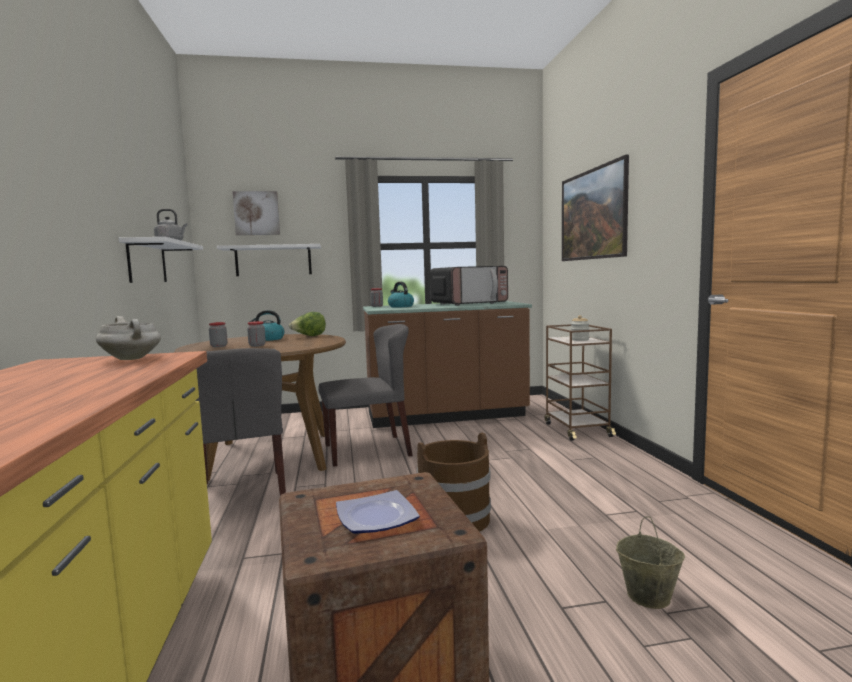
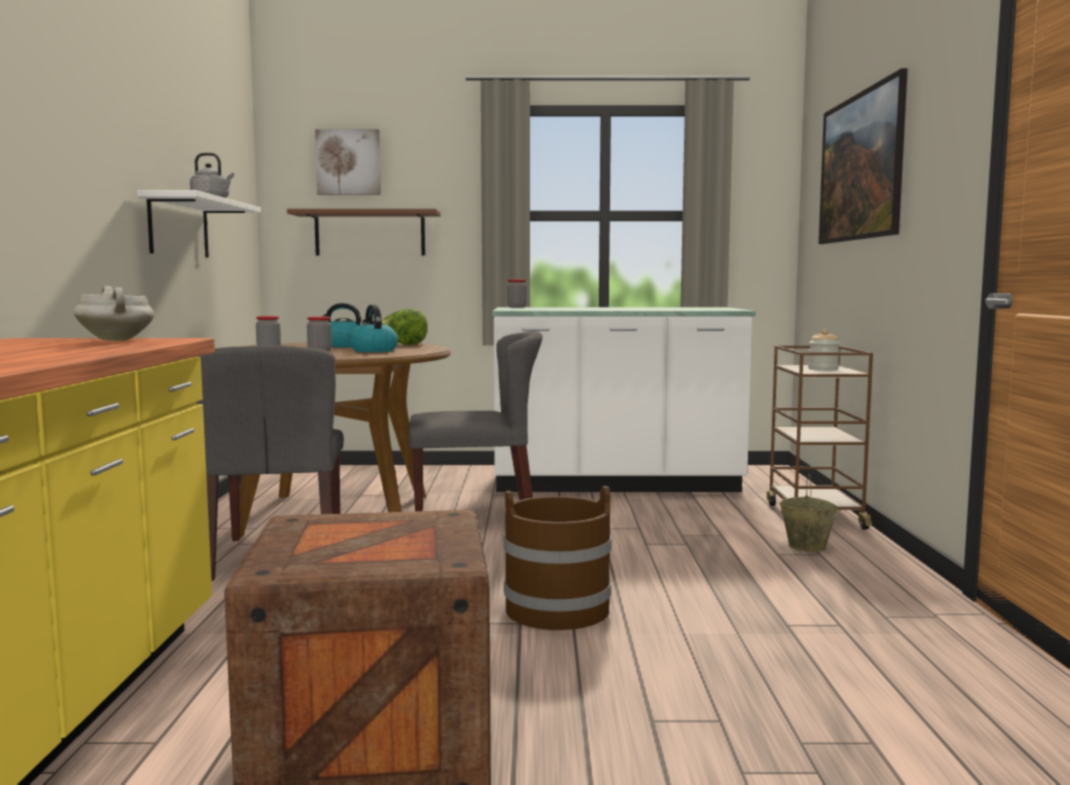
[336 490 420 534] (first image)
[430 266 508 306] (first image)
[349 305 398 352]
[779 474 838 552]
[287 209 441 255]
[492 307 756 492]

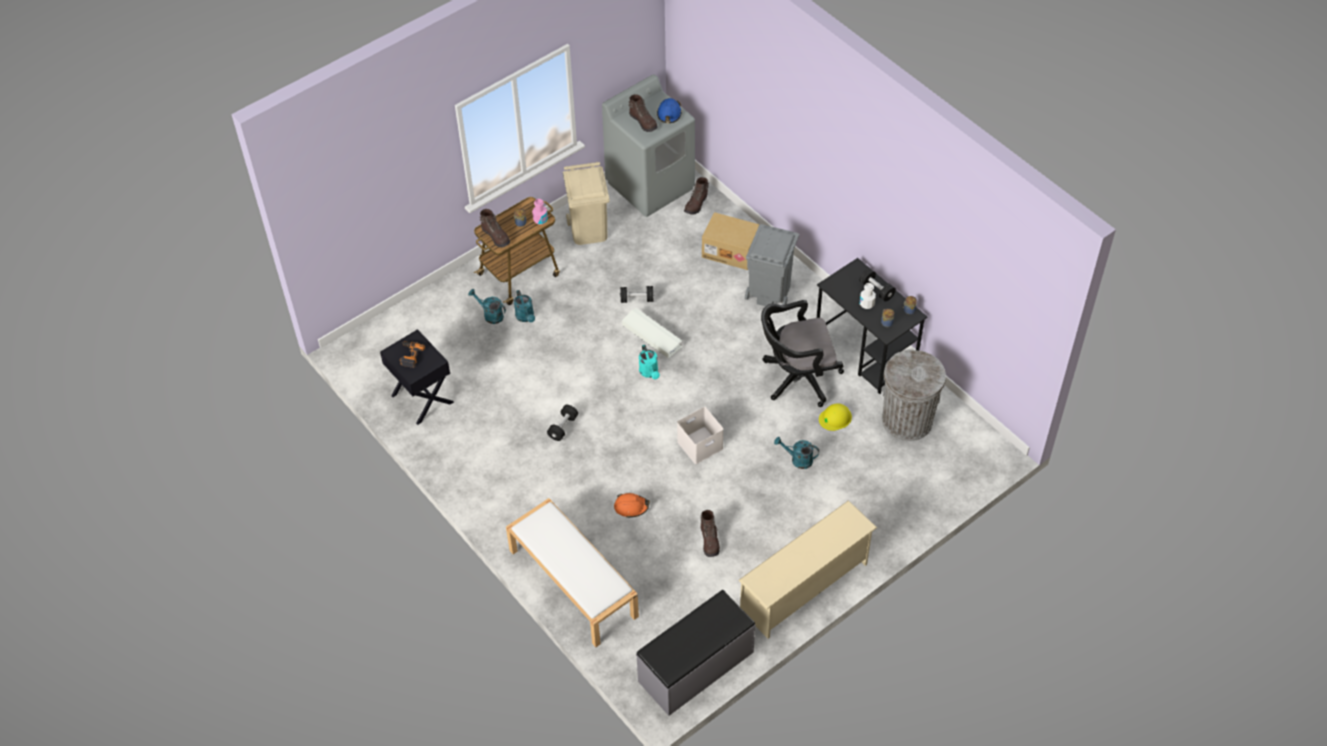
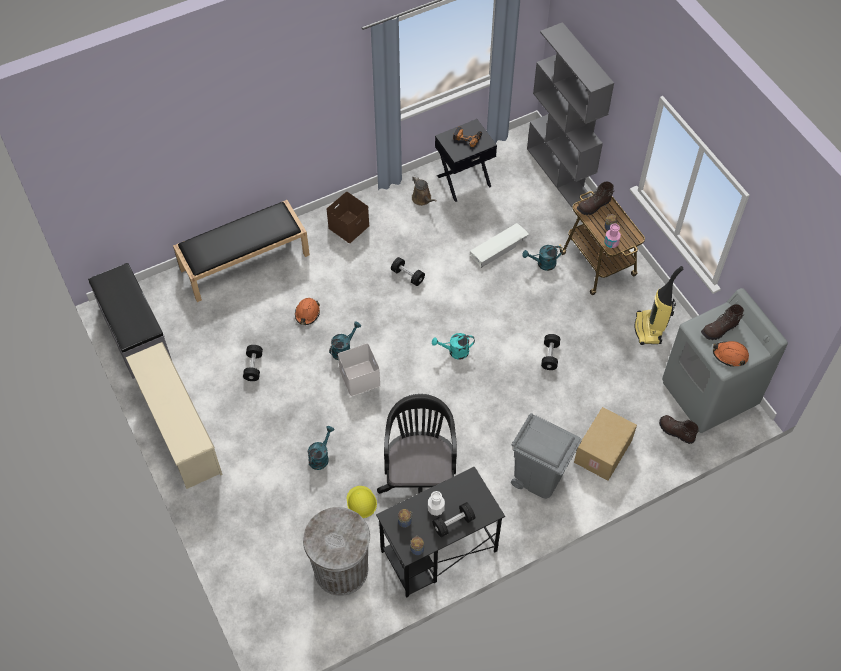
[326 192 370 243]
[412 175 436 206]
[527 22 614 207]
[329 322 361 360]
[470 223 528 268]
[635 266 683 345]
[243 345 263 381]
[173 200 310 302]
[713 341 749 367]

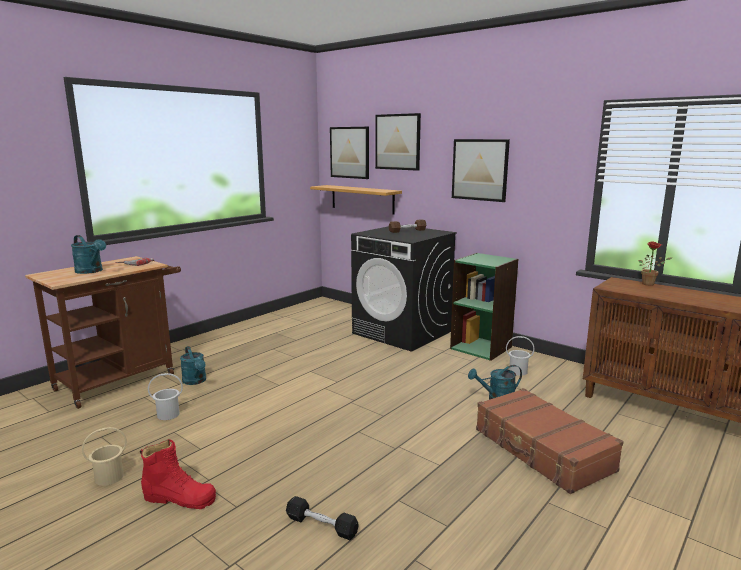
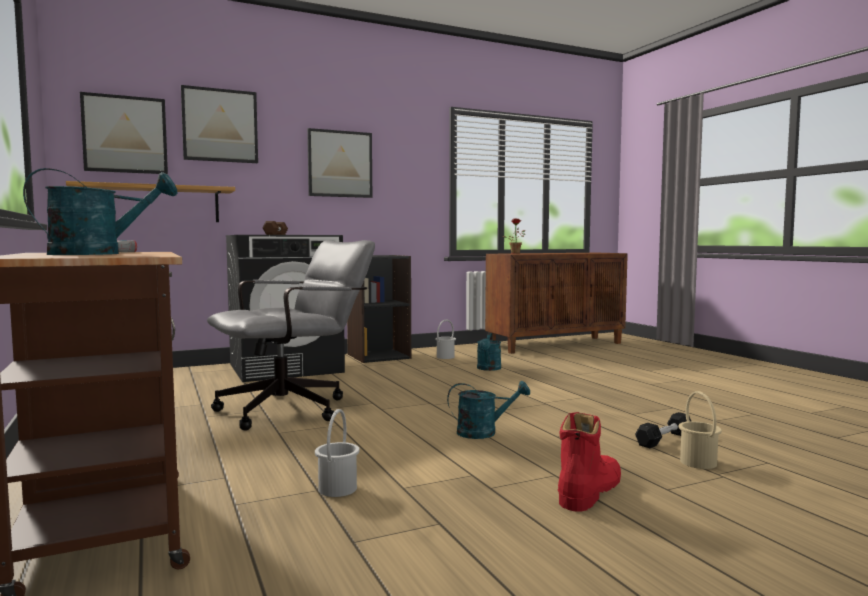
[476 388 624 494] (first image)
[207 240 375 431]
[679 391 722 469]
[447 381 530 439]
[347 255 411 363]

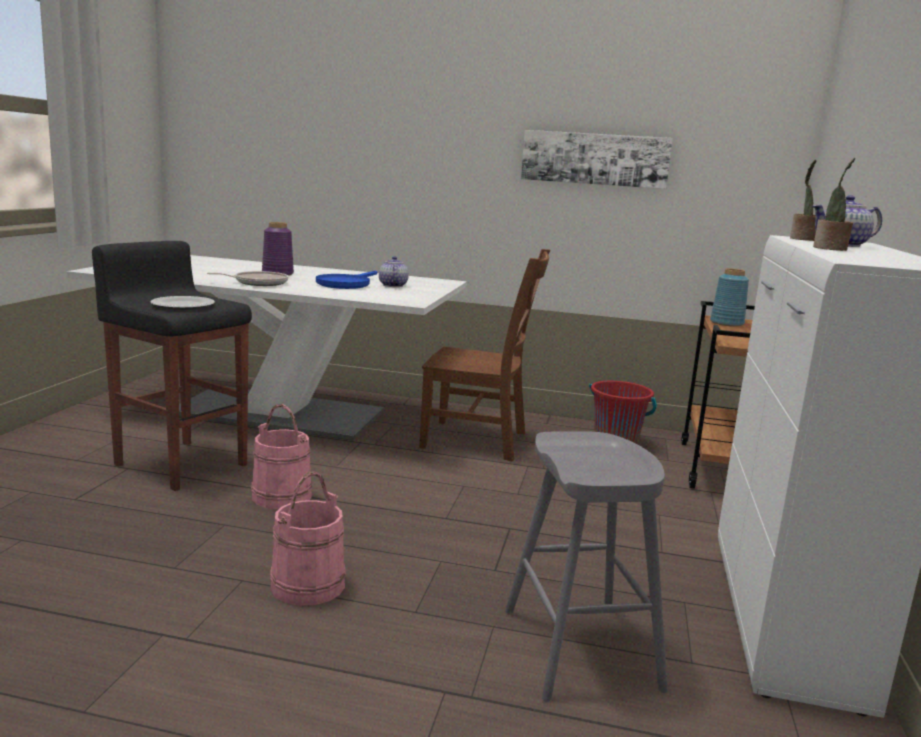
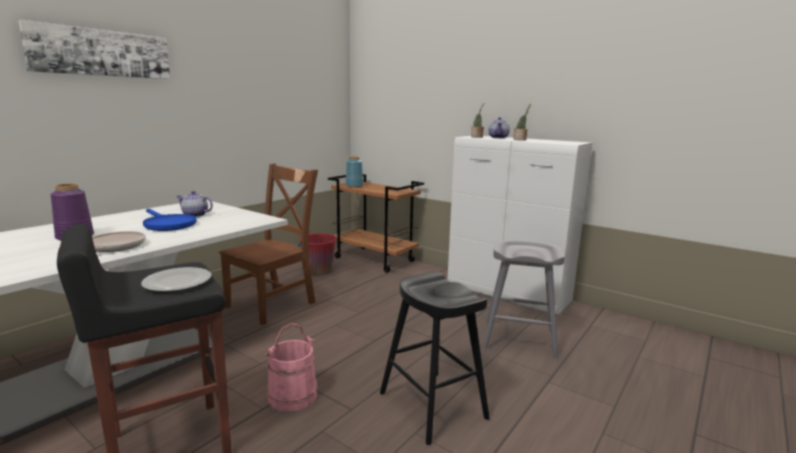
[18 20 170 79]
[380 272 490 445]

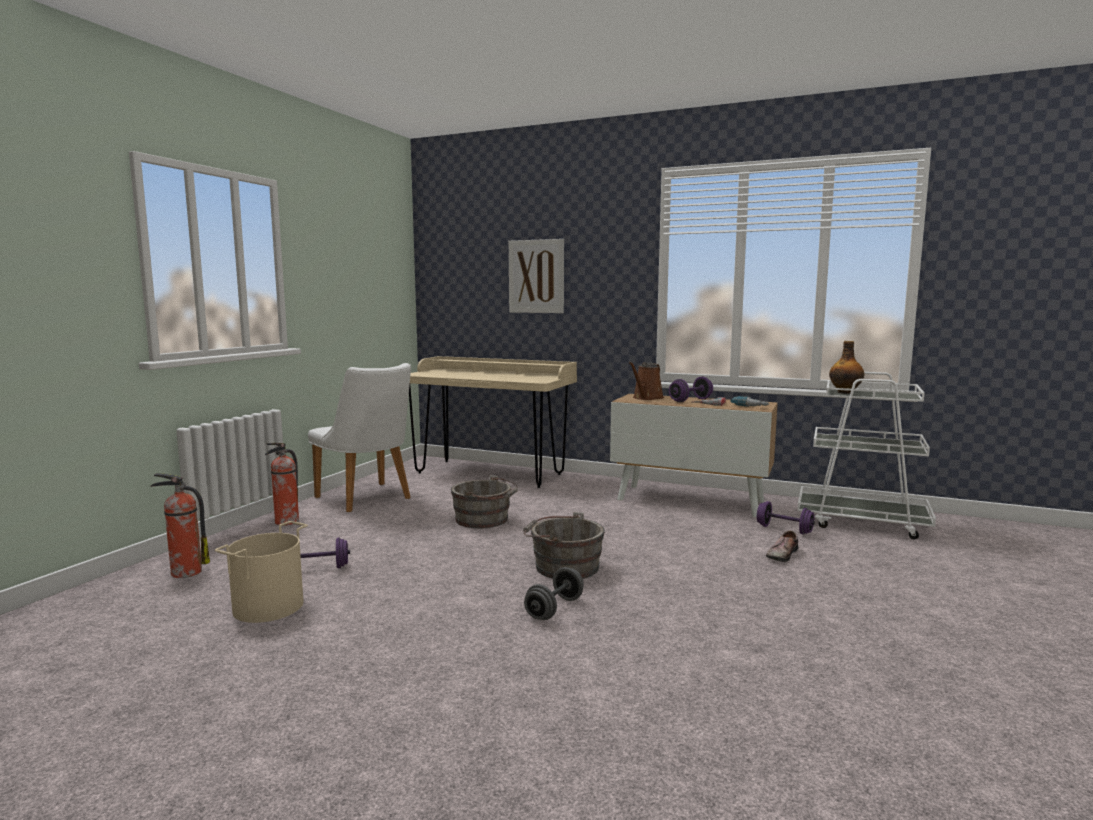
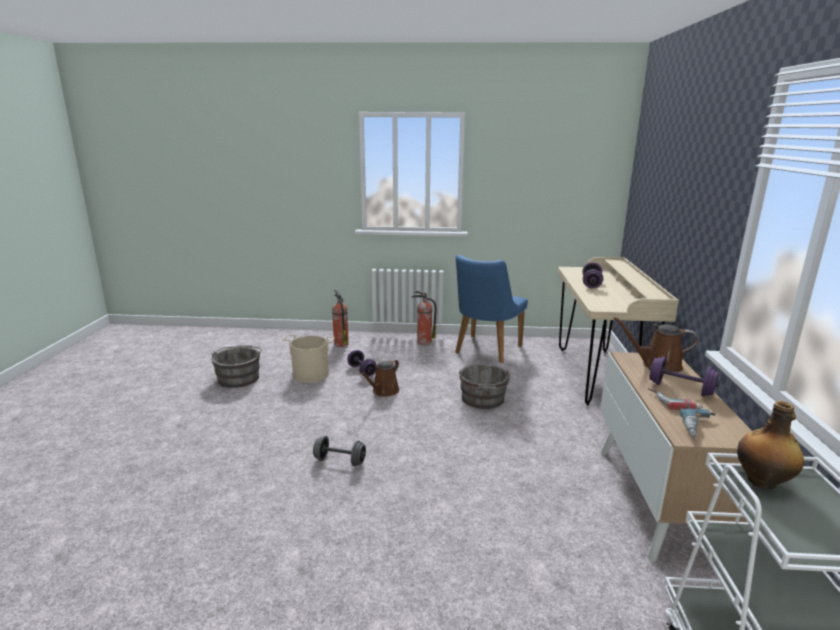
[509 239 564 313] (first image)
[766 531 799 562] (first image)
[360 359 400 397]
[212 345 262 388]
[582 262 603 289]
[455 255 528 363]

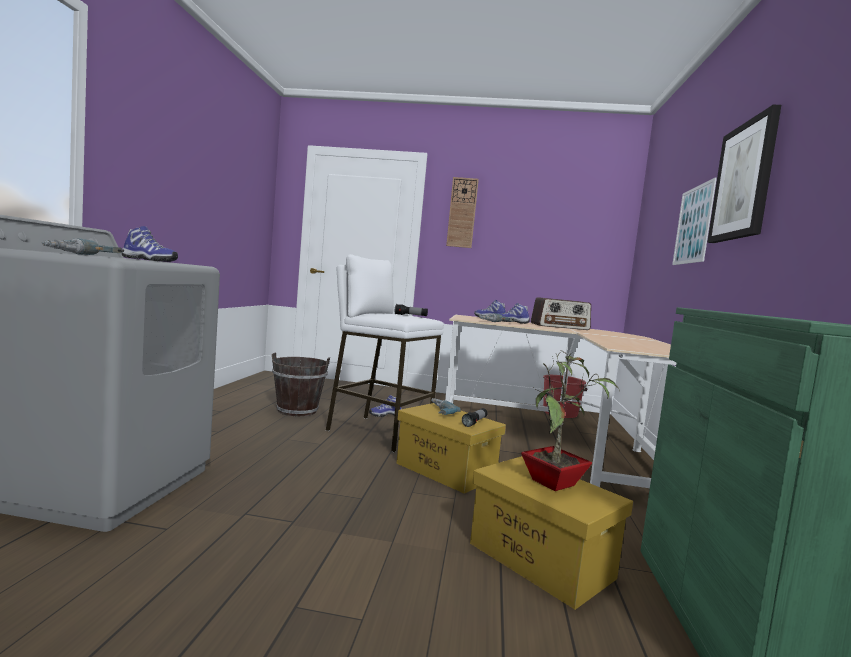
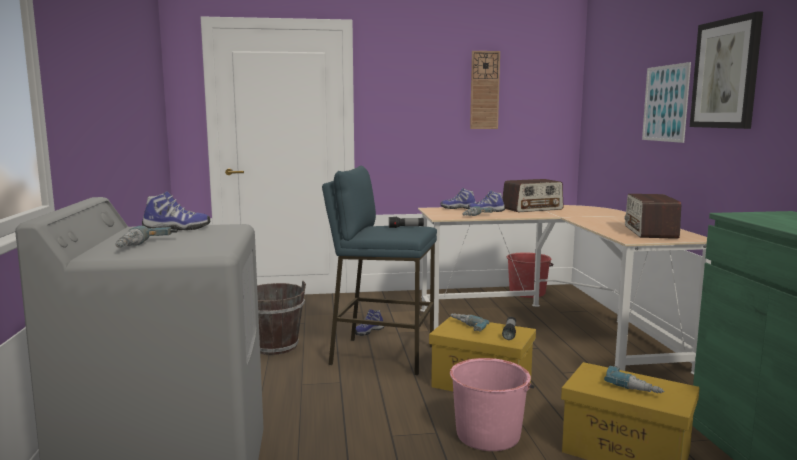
[450 358 534 451]
[624 194 681 239]
[470 51 500 129]
[604 366 664 393]
[322 166 437 375]

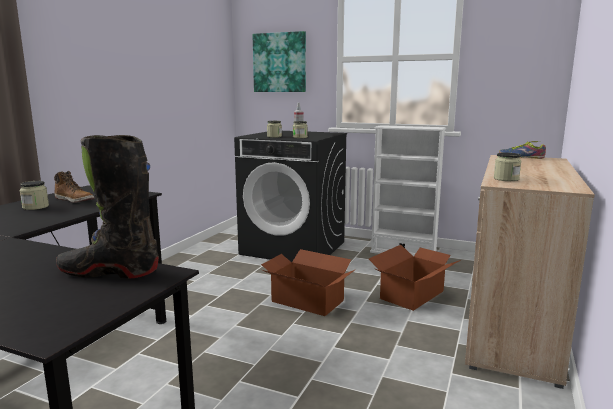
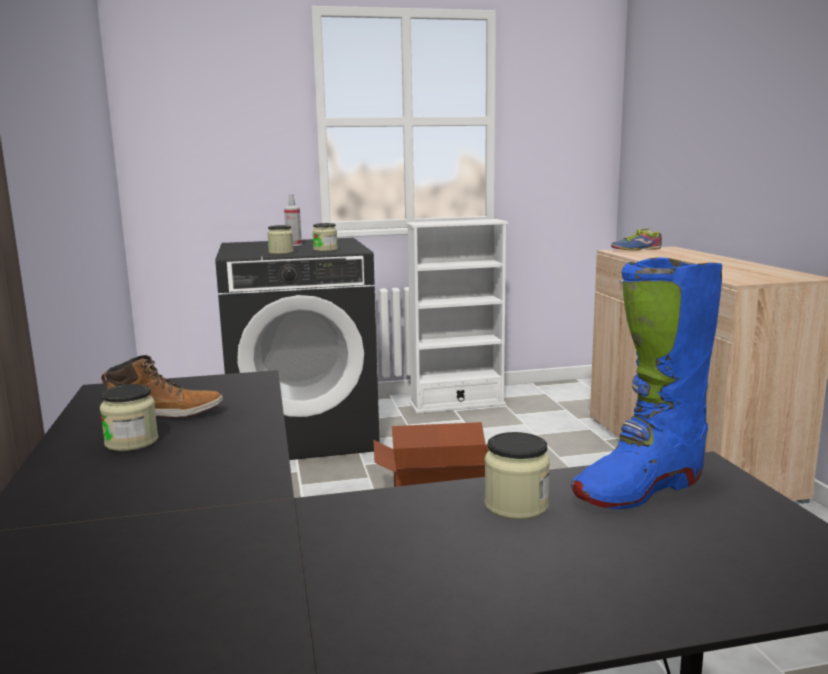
[253 31 306 92] (first image)
[369 245 460 311] (first image)
[484 432 550 520]
[571 257 722 509]

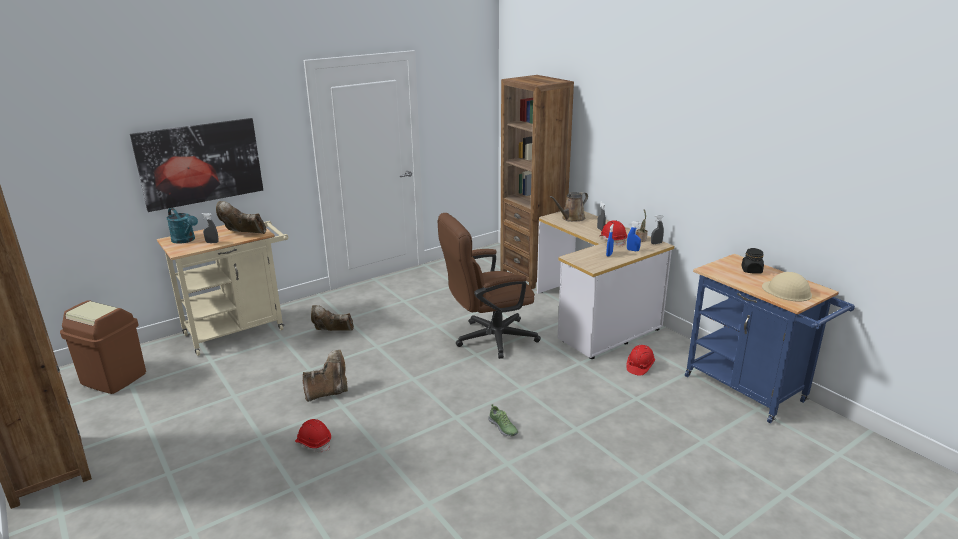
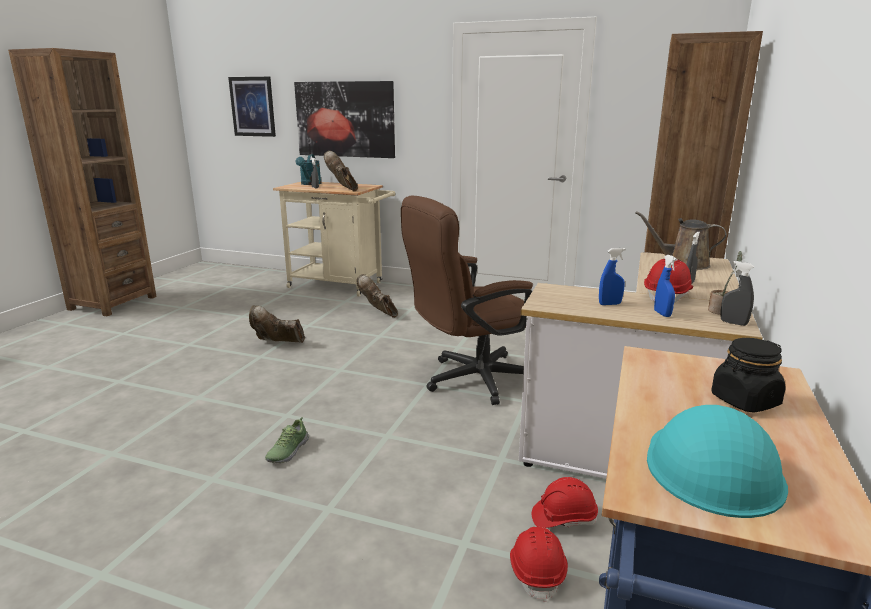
[60 300 146 394] (first image)
[228 77 276 137]
[510 527 568 602]
[647 405 788 518]
[249 306 305 343]
[401 195 533 405]

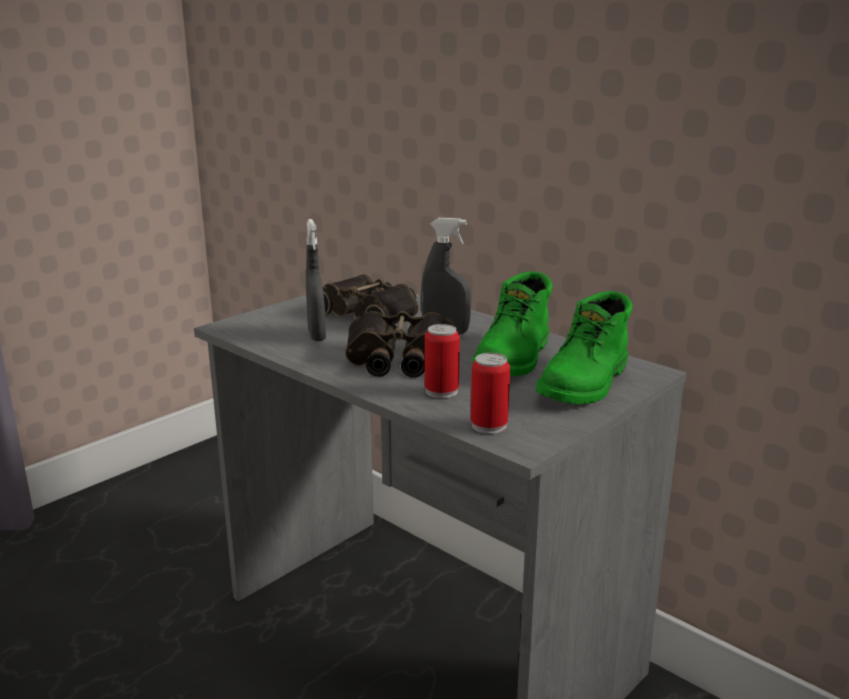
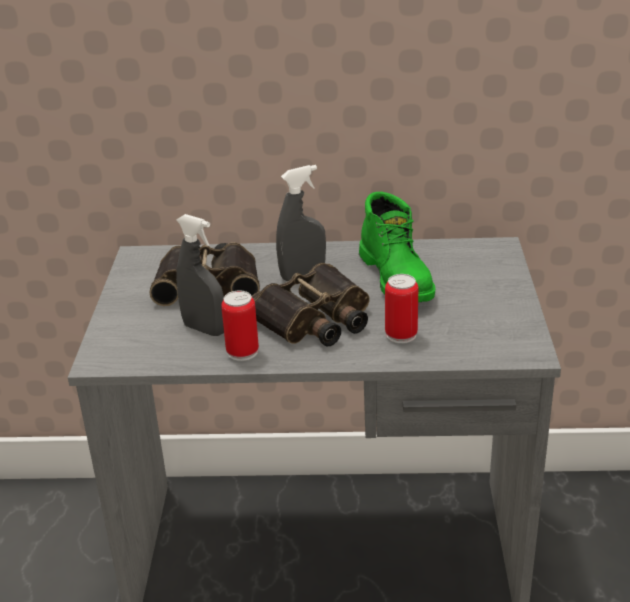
[536 291 632 404] (first image)
[221 290 259 361]

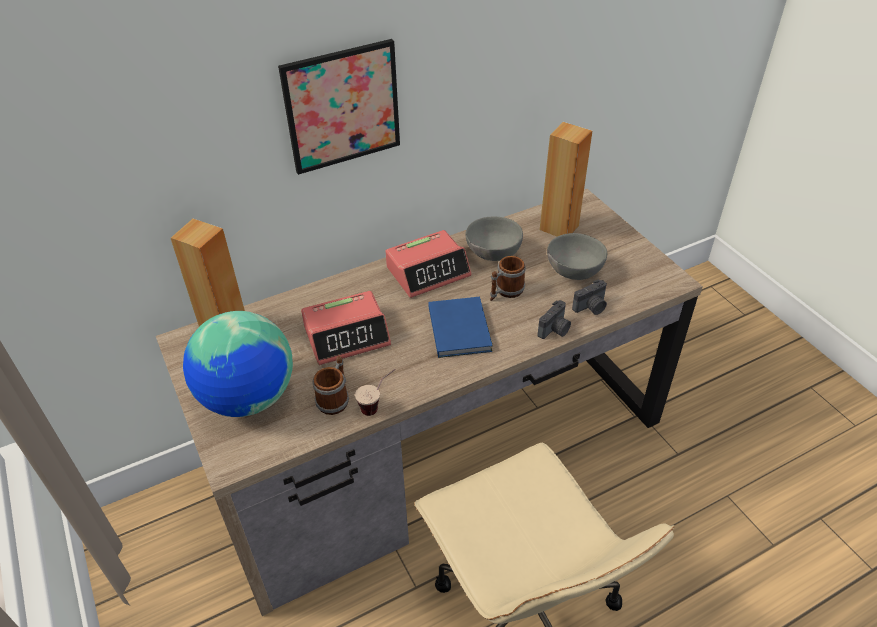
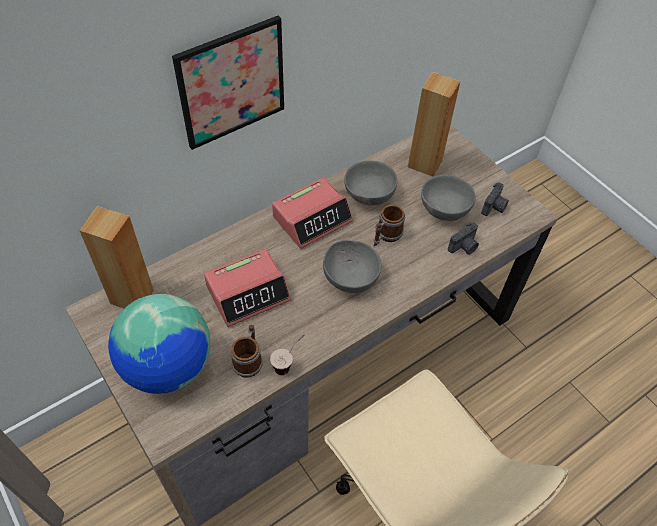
[481 182 509 216]
[323 240 381 293]

